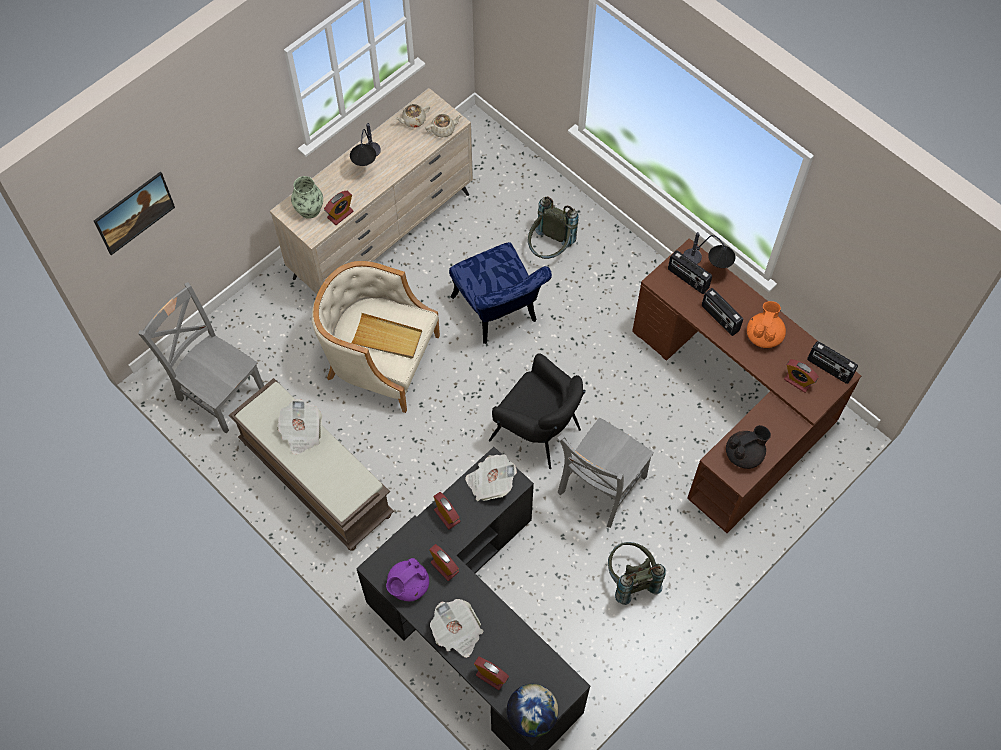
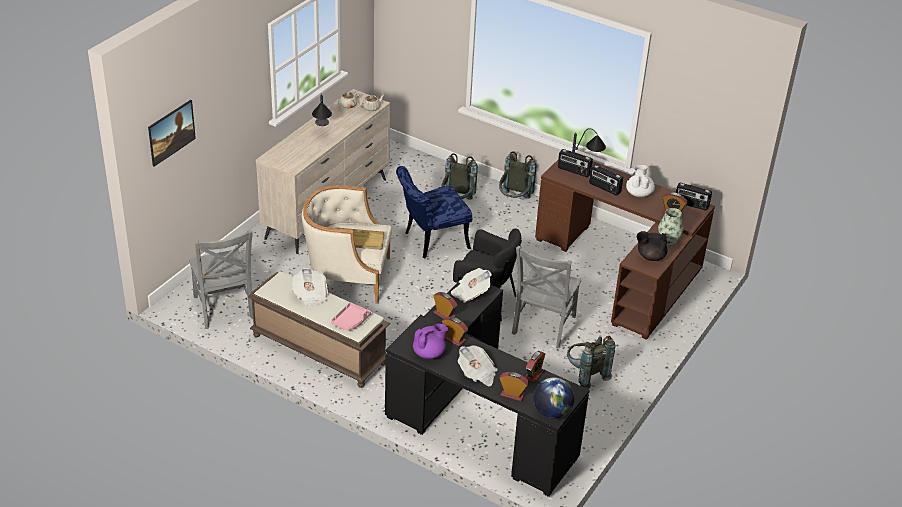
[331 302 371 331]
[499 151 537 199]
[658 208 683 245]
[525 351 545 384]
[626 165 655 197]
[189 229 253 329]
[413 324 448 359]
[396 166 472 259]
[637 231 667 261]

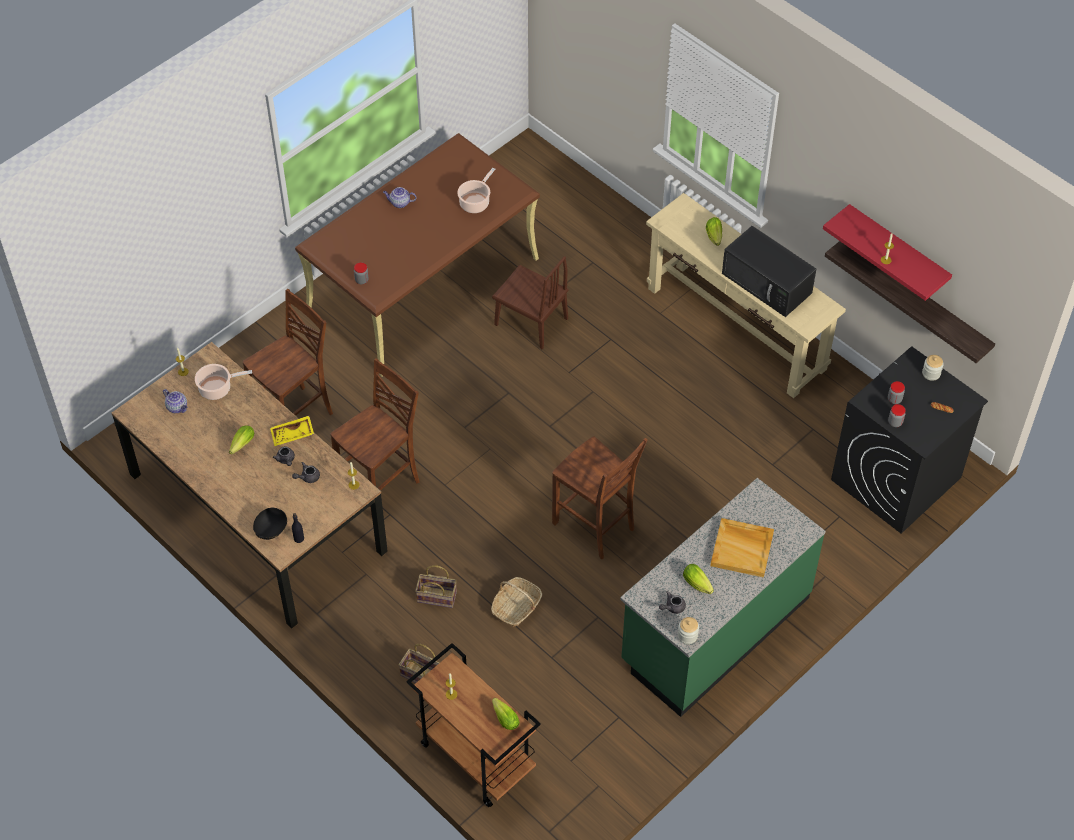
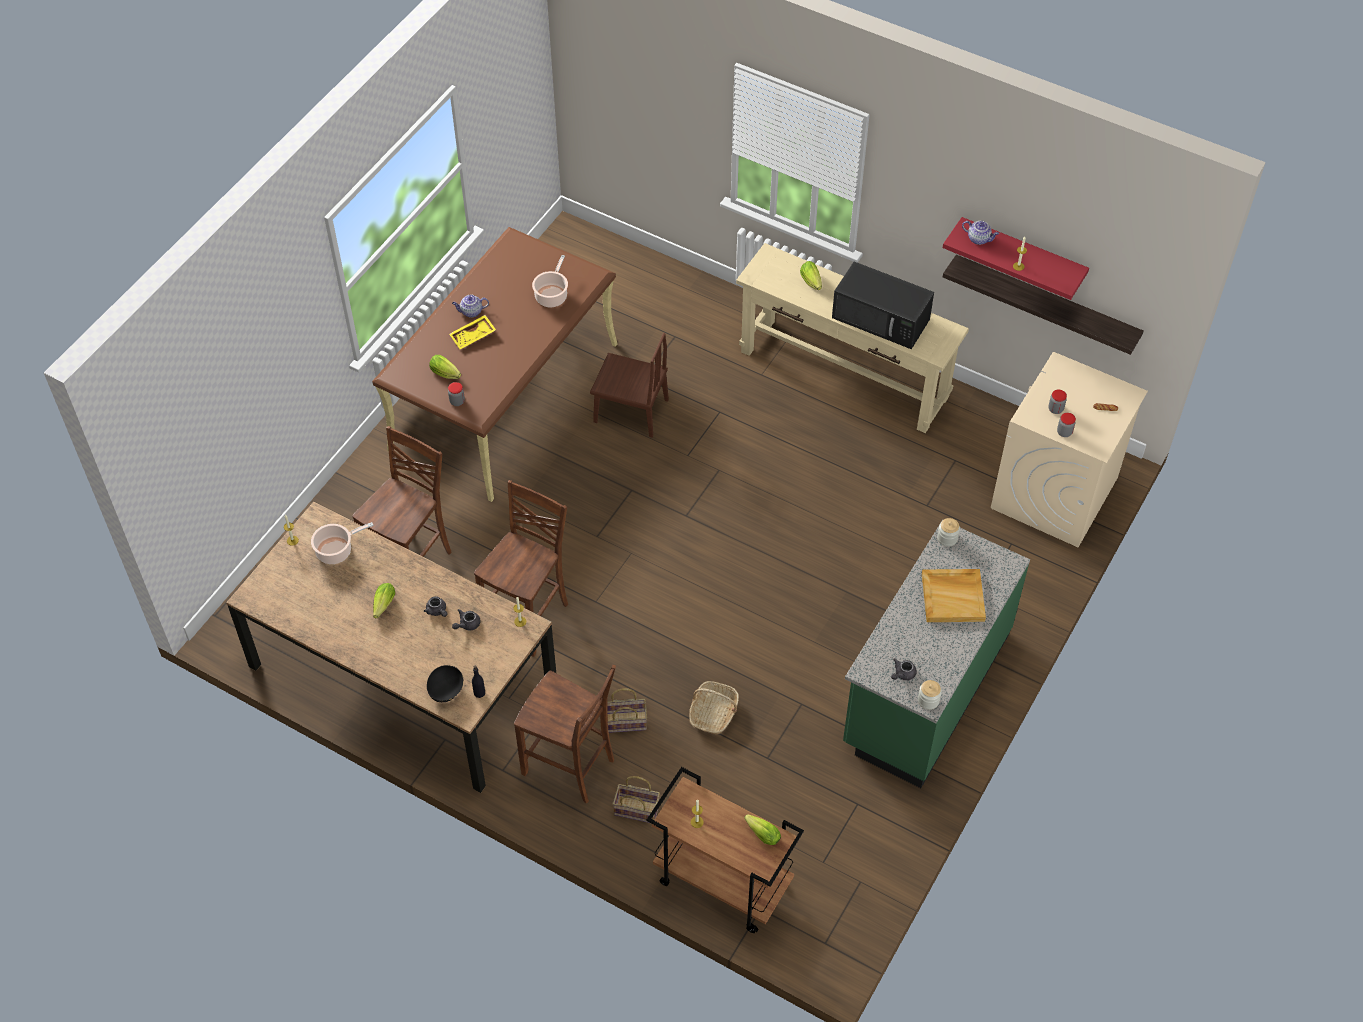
[962 221 999 245]
[449 315 496 349]
[514 665 616 804]
[429 355 461 379]
[937 518 960 547]
[991 352 1148 547]

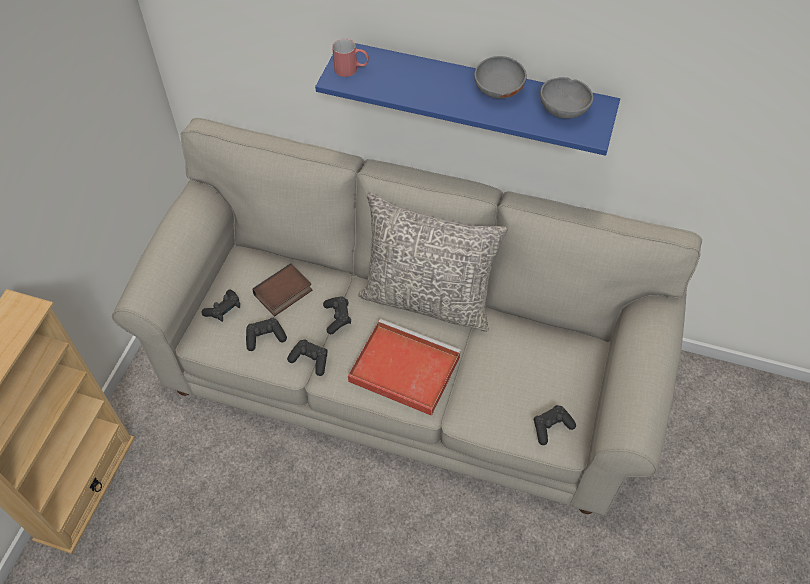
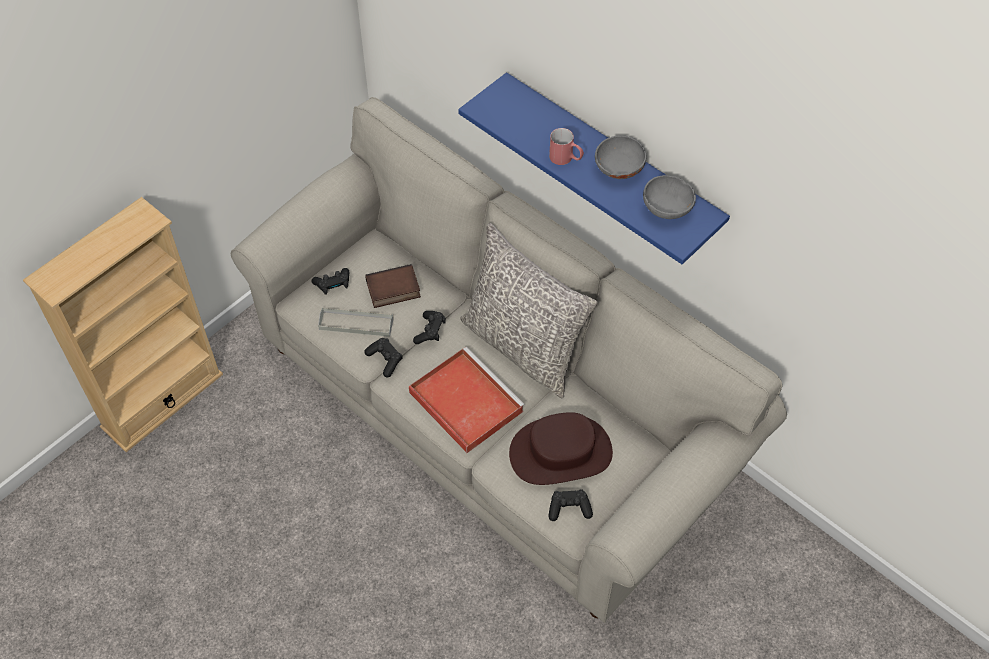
[509 412 613 485]
[549 128 584 165]
[318 307 394 337]

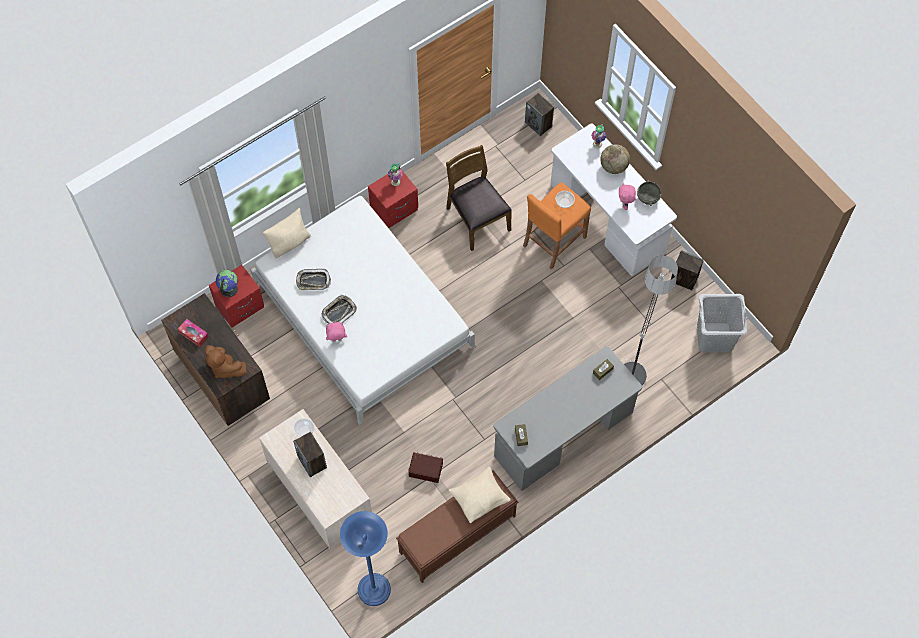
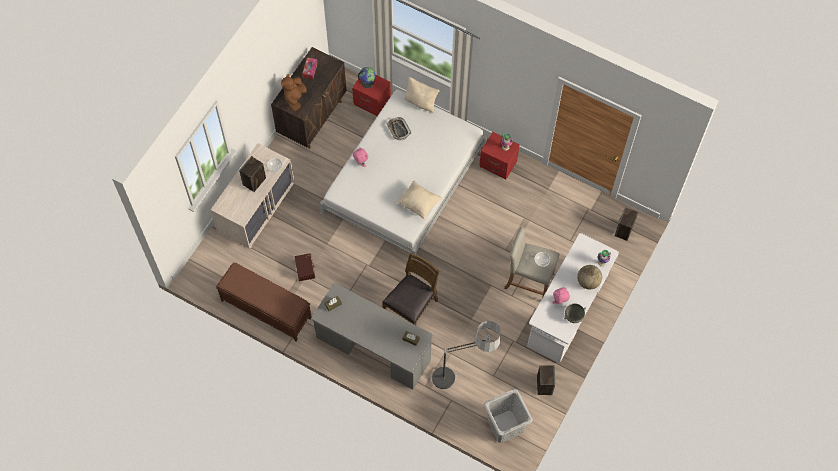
[321 294 357 323] (first image)
[340 511 391 606] (first image)
[382 253 439 325]
[397 180 443 219]
[504 227 559 296]

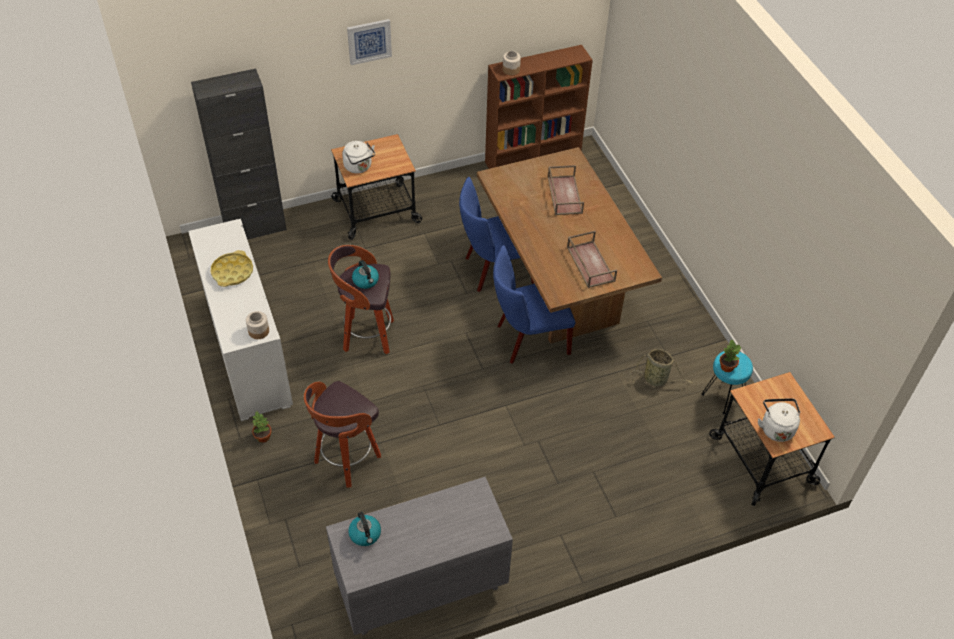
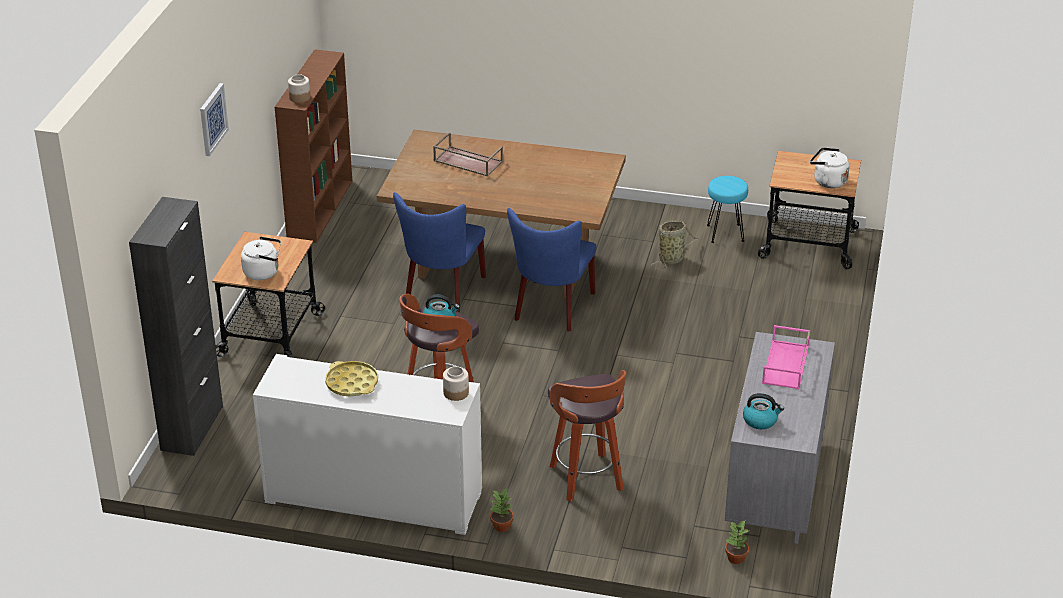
[567 231 617 288] (first image)
[762 325 810 389]
[725 521 750 564]

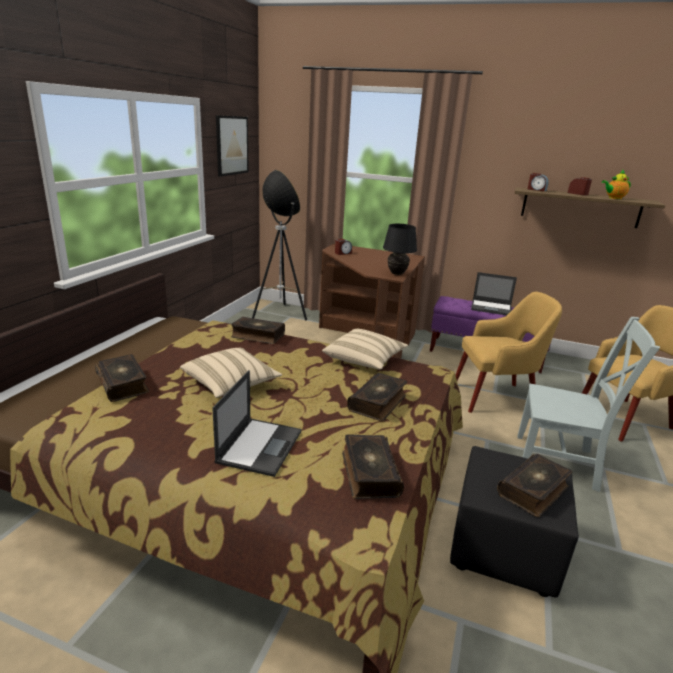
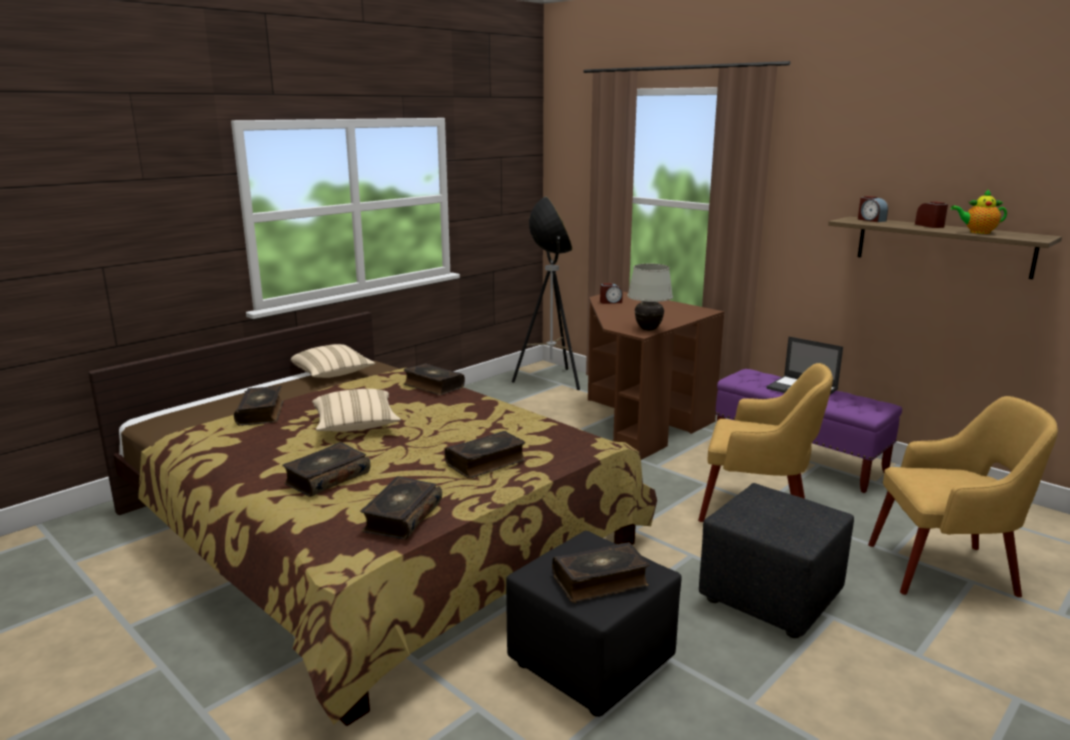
[216 115 249 176] (first image)
[291 344 376 378]
[282 442 370 497]
[699 483 854 638]
[627 264 673 331]

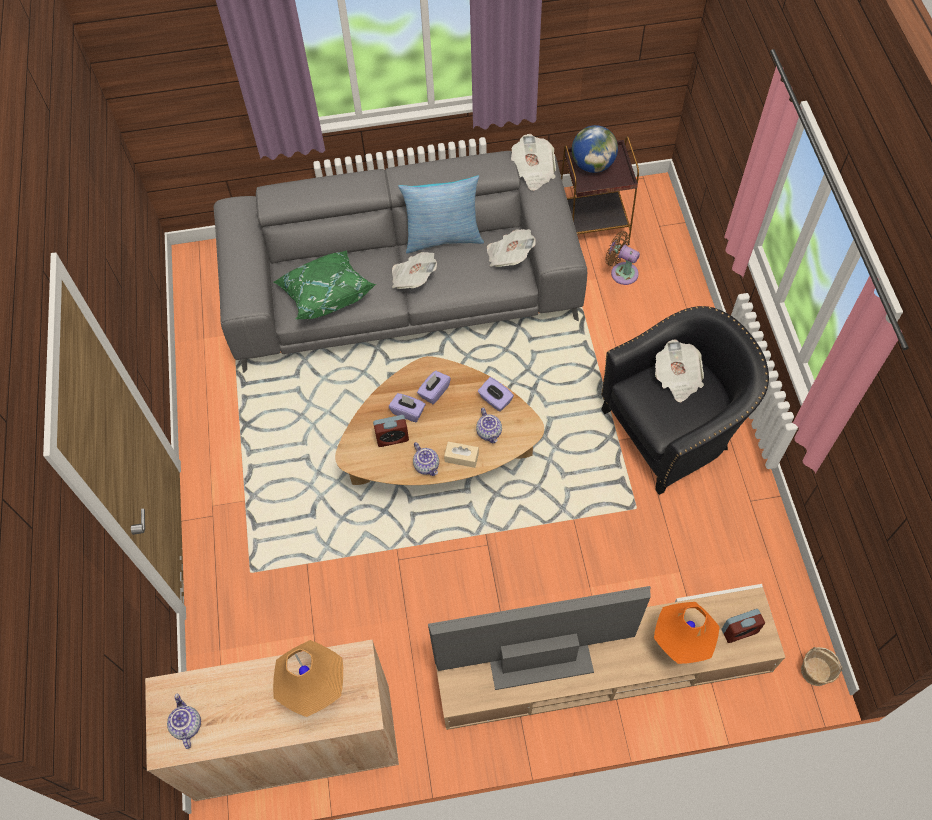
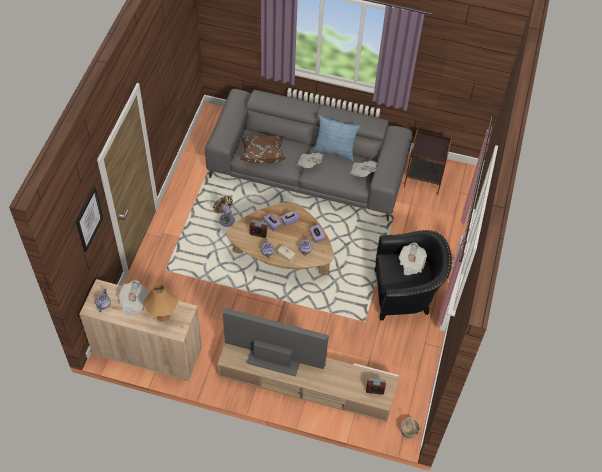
[572 125 618 173] (first image)
[654 602 720 664] (first image)
[76 187 103 252]
[118 280 149 316]
[213 196 235 227]
[241 135 287 164]

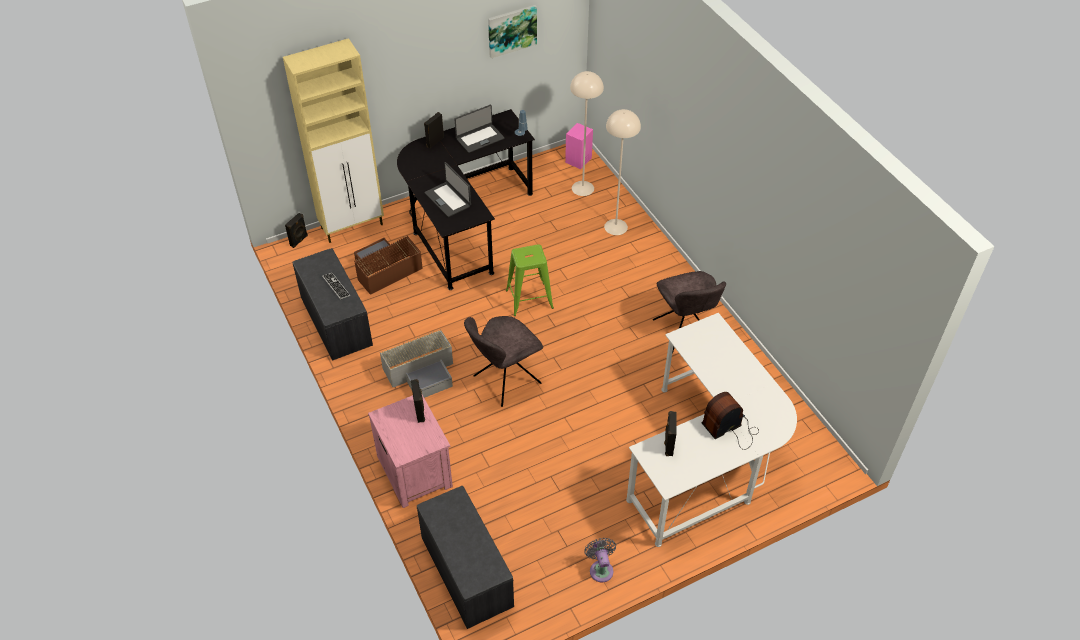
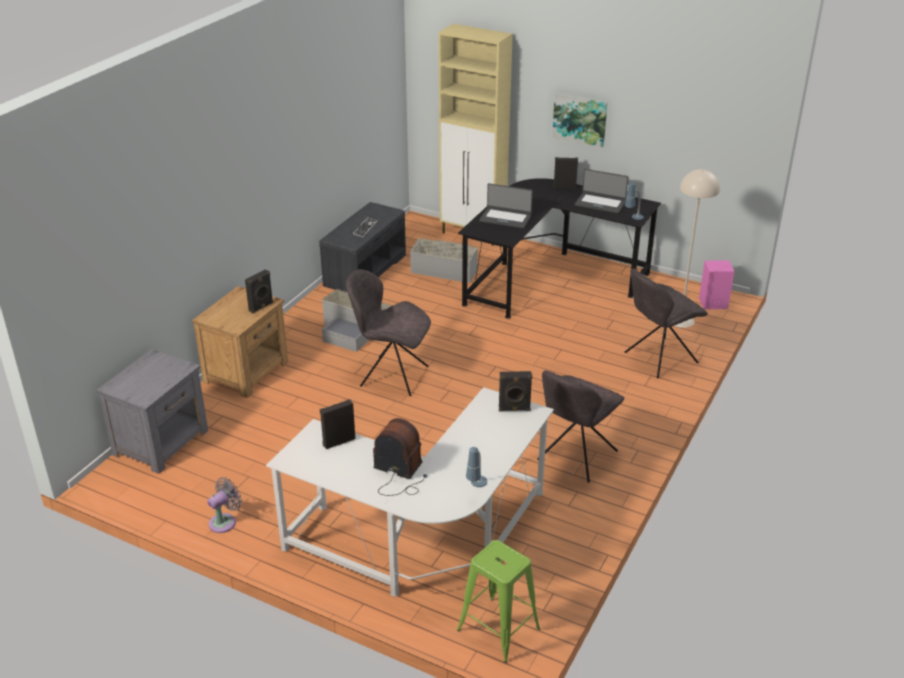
[466 447 487 487]
[499 371 532 412]
[552 92 608 148]
[457 540 540 663]
[96 349 208 474]
[625 268 708 378]
[410 236 478 283]
[192 286 288 398]
[479 183 533 228]

